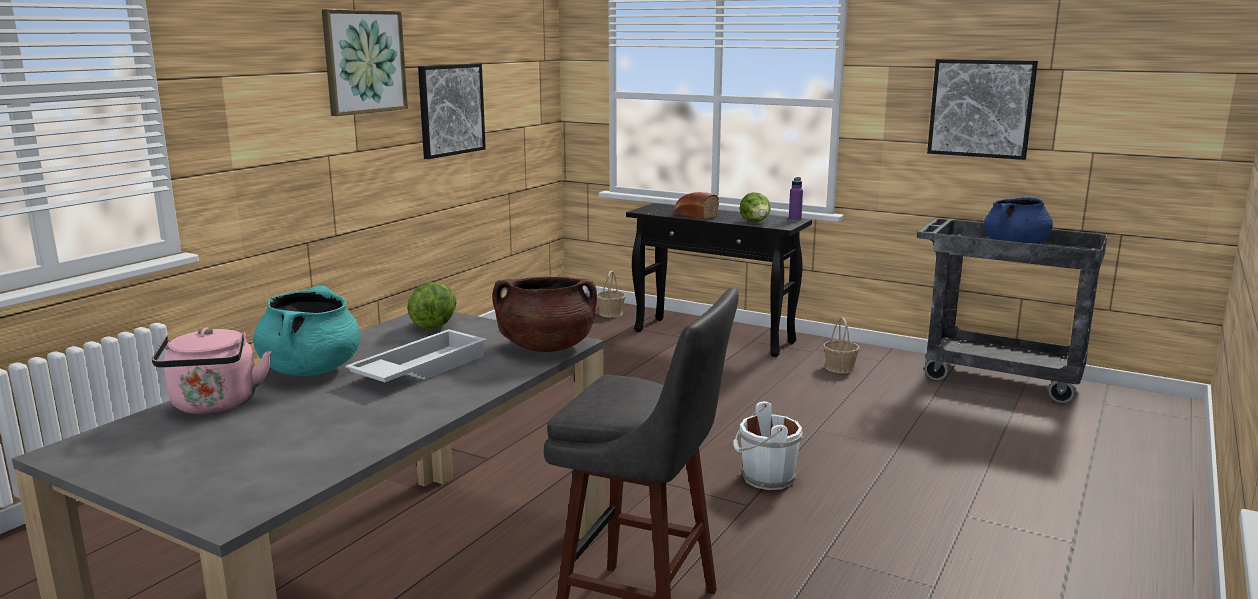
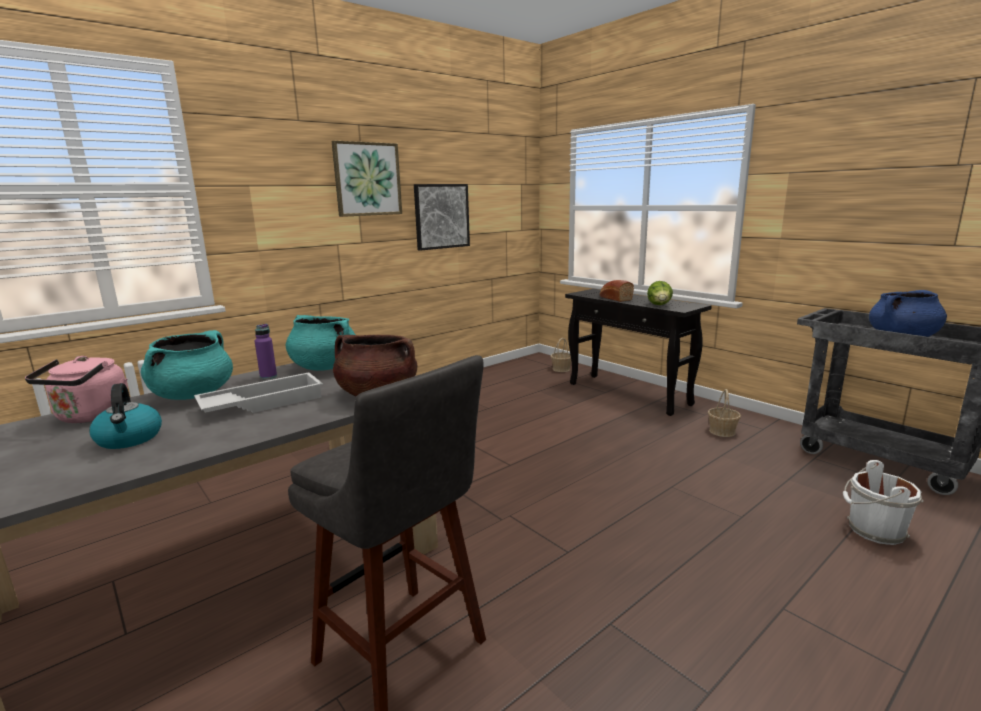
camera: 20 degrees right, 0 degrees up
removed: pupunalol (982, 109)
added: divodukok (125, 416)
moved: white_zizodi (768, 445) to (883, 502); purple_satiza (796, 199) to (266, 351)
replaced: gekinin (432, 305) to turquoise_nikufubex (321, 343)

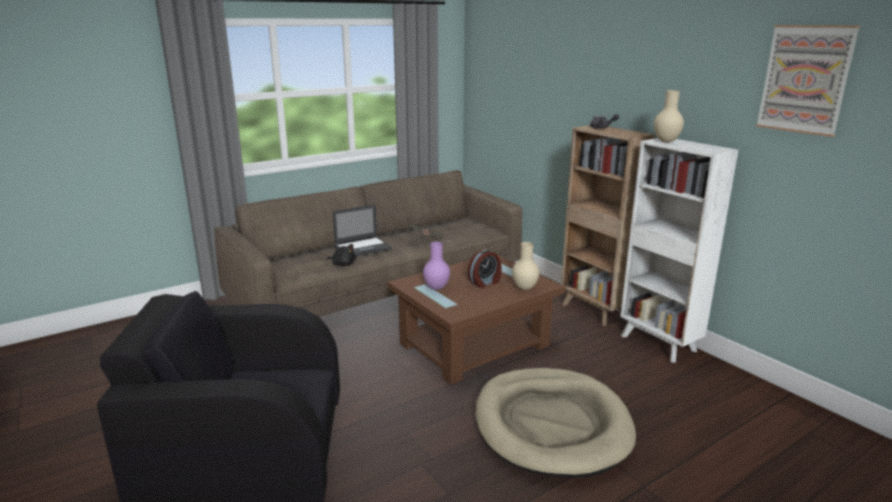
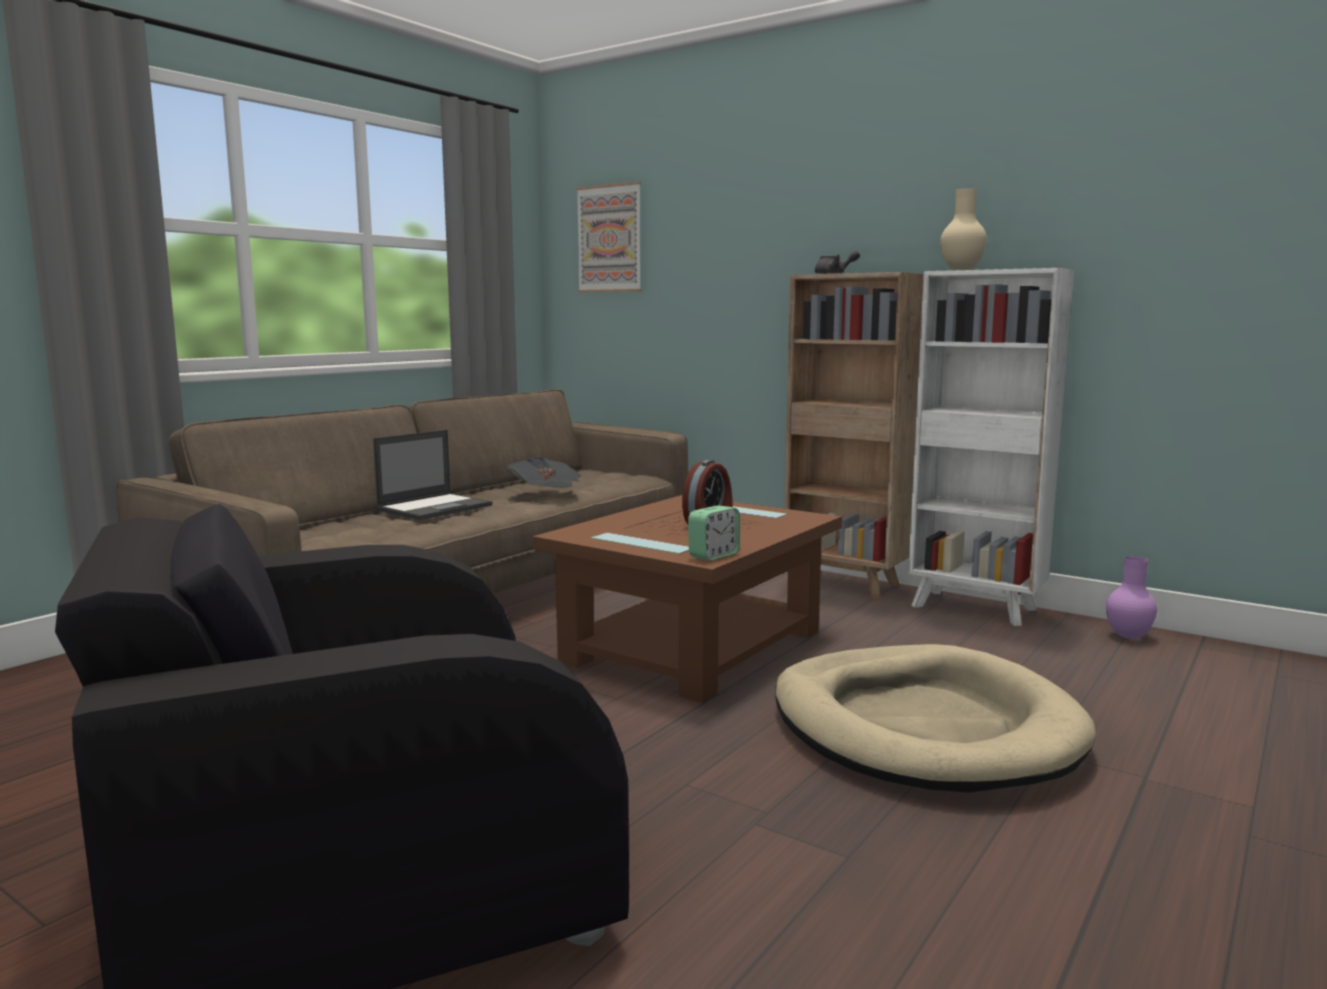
camera: 20 degrees left, 10 degrees down
removed: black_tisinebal (341, 255); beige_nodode (525, 266)
added: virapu (714, 533)
moved: purple_nodode (436, 266) to (1131, 597); pupunalol (808, 81) to (609, 237)

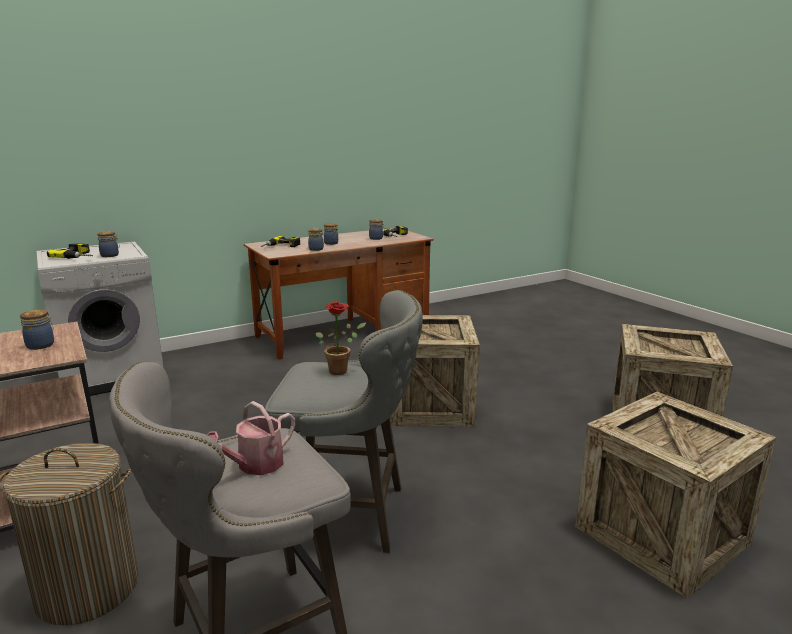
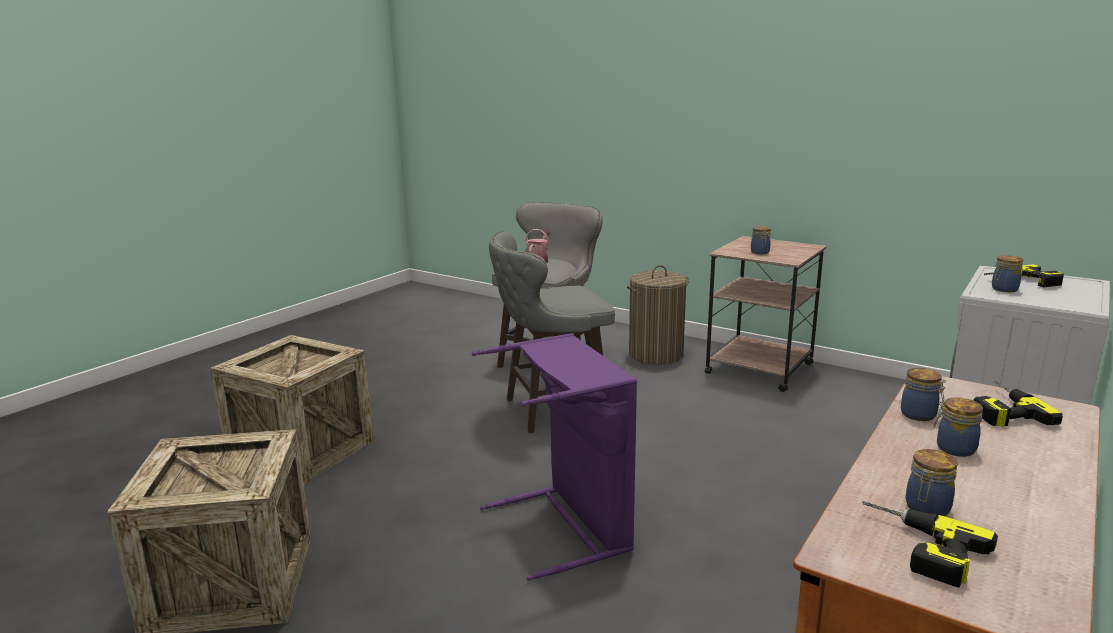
camera: 155 degrees right, 0 degrees up
removed: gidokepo (341, 338)
replaced: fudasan (435, 371) to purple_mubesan (554, 457)

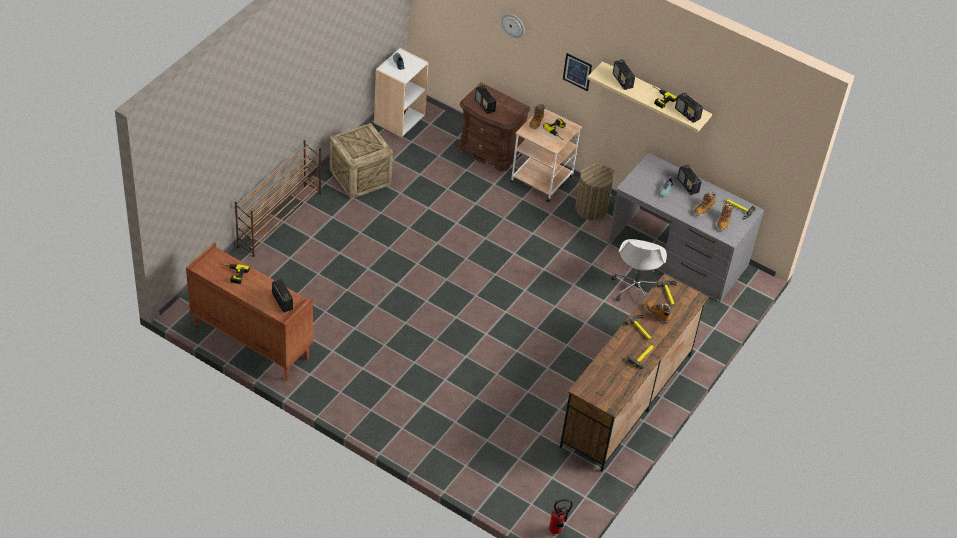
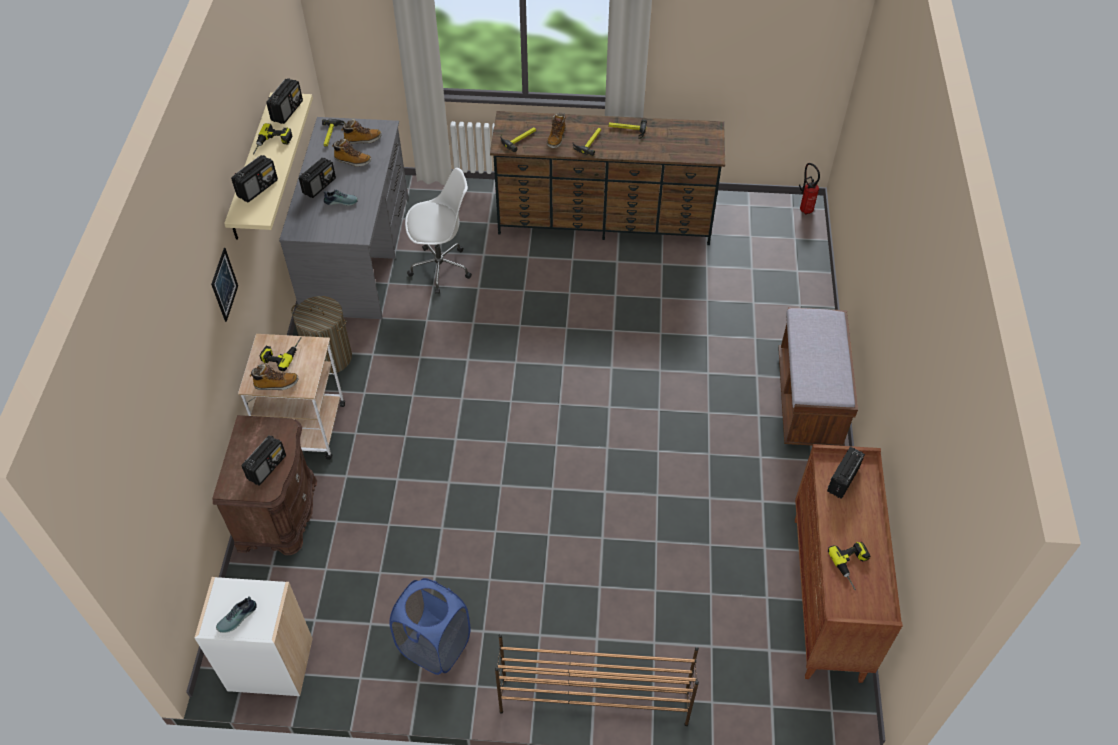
camera: 115 degrees left, 5 degrees up
removed: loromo (513, 25)
added: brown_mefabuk (818, 376)
replaced: fudasan (361, 161) to blue_mubesan (430, 626)

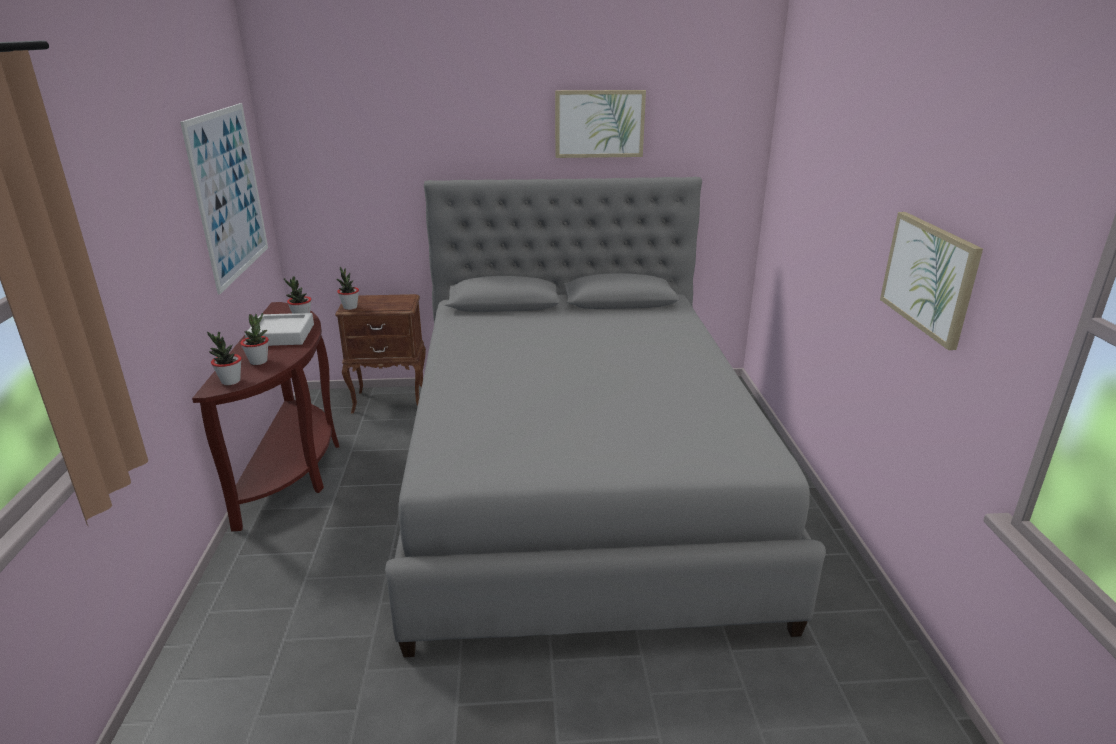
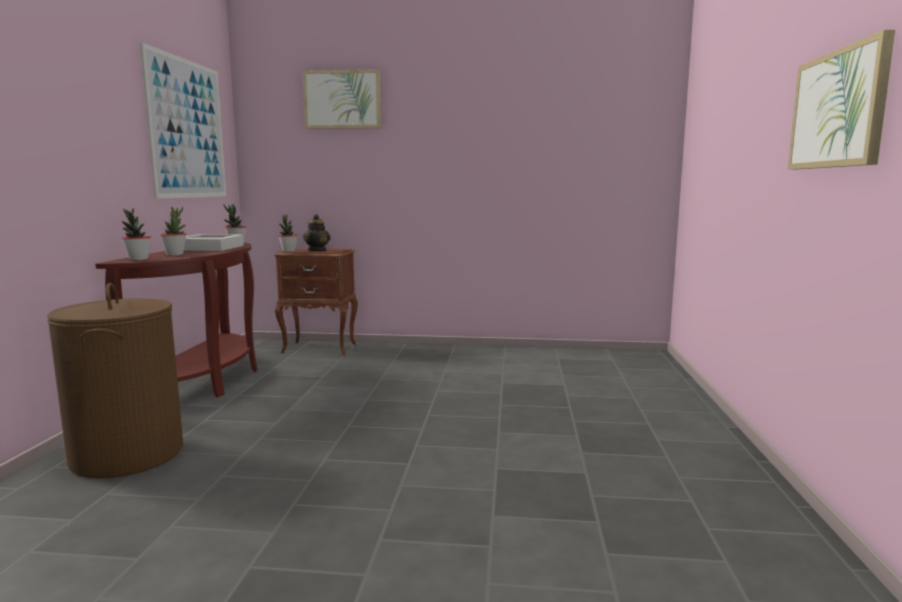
camera: 10 degrees right, 15 degrees down
removed: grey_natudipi (605, 417)
added: brown_mubesan (115, 381); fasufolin (317, 232)
moved: pupunalol (600, 124) to (341, 99)

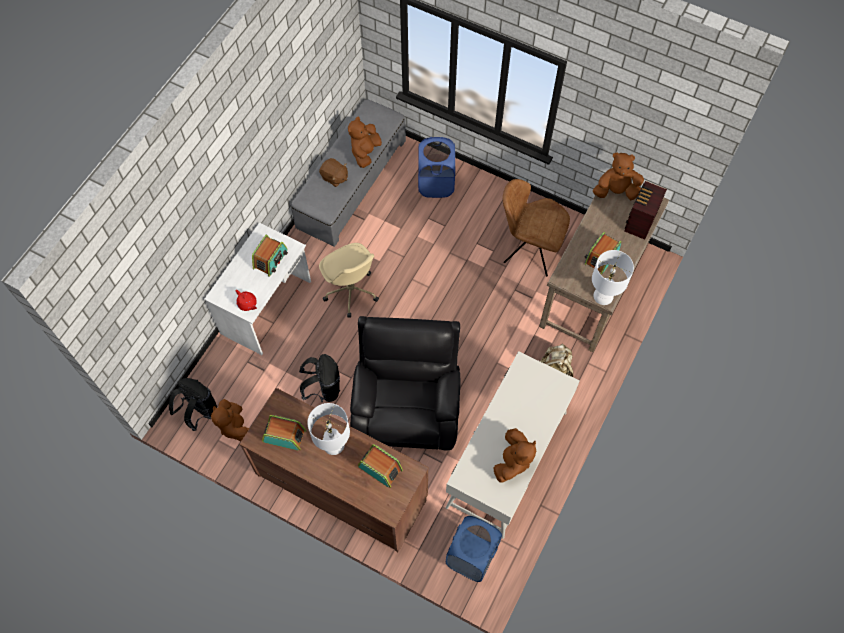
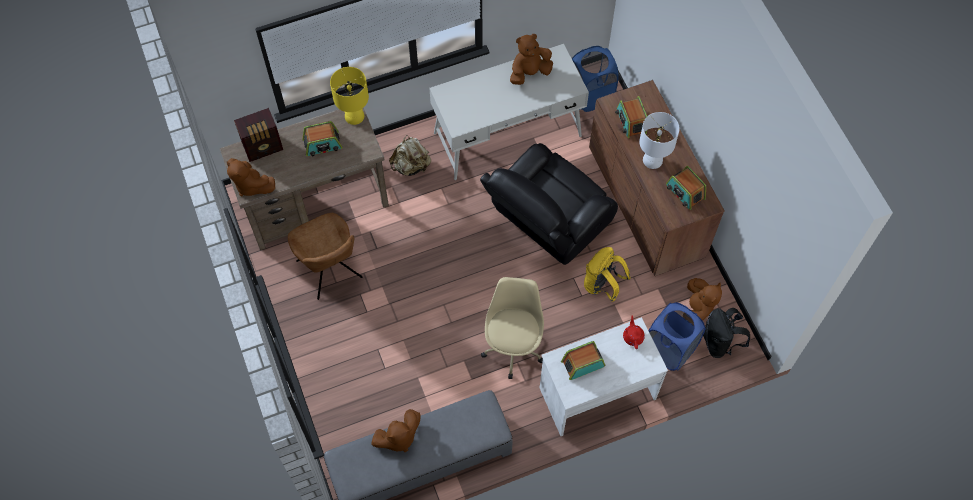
camera: 140 degrees left, 0 degrees up
removed: brown_tisinebal (333, 172)
moved: blue_mubesan (436, 167) to (677, 336)
recoloured: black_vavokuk (319, 378) to yellow_vavokuk (607, 274); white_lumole (613, 277) to yellow_lumole (349, 96)

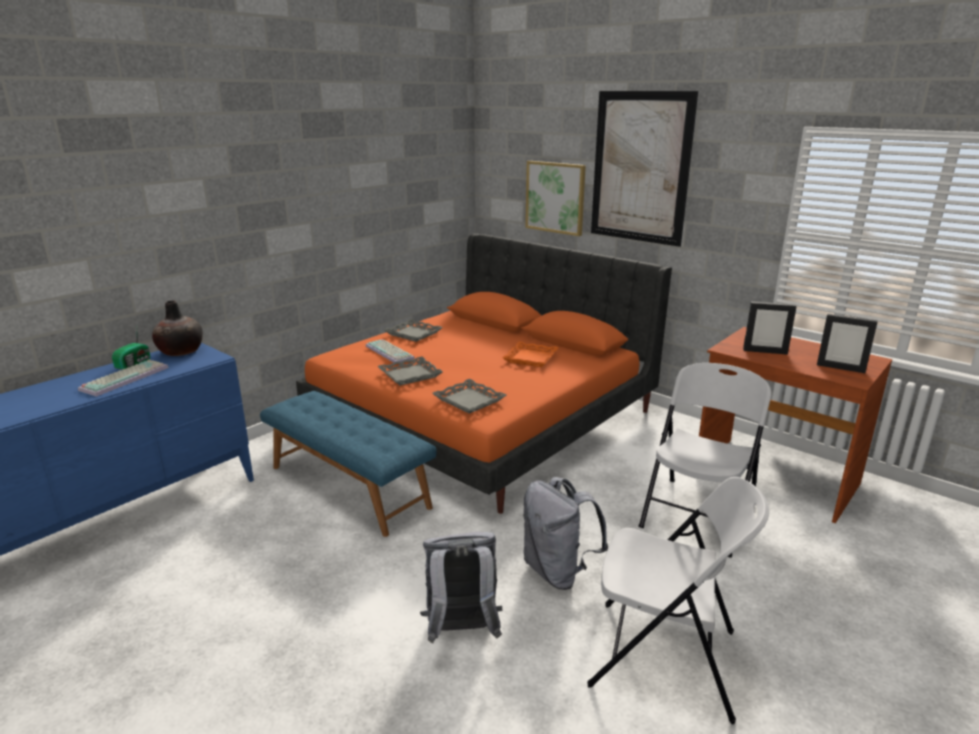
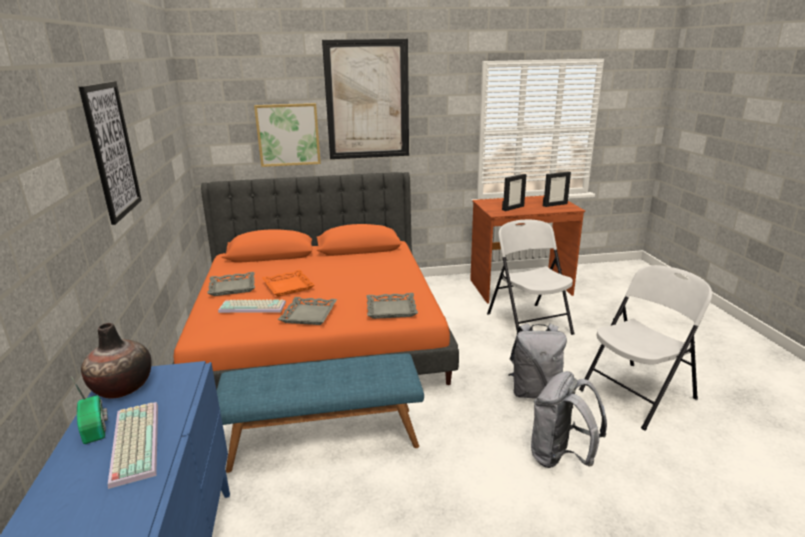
camera: 50 degrees left, 0 degrees up
added: pupunalol (110, 153)
moved: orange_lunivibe (530, 354) to (288, 283)

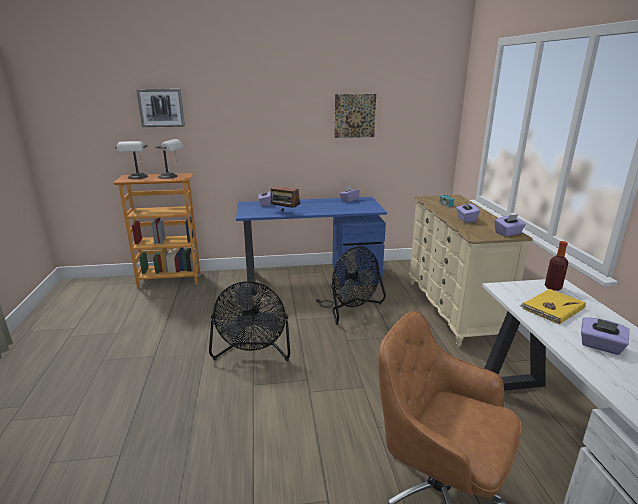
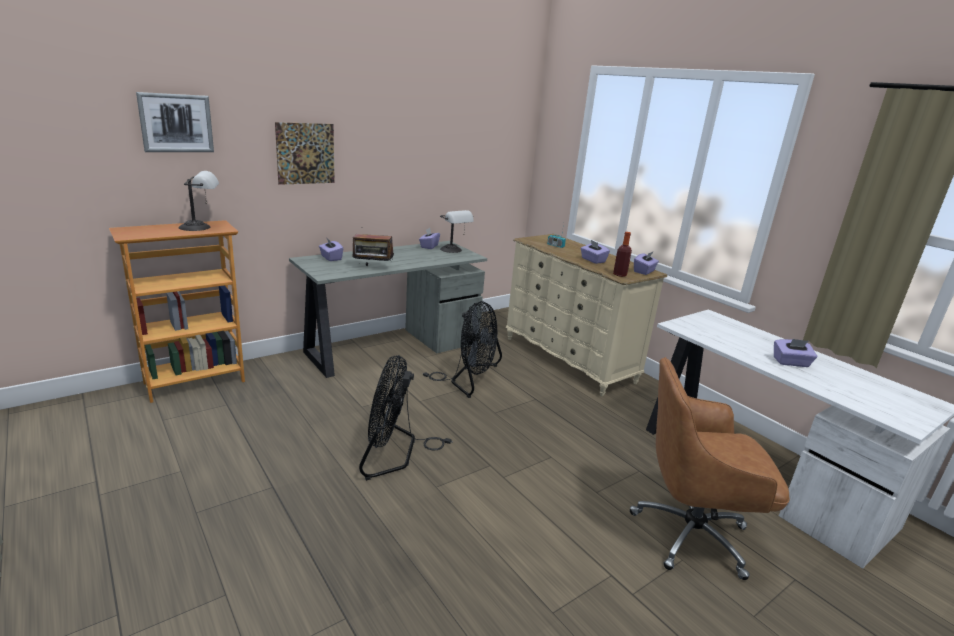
camera: 30 degrees left, 0 degrees up
removed: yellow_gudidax (553, 307)
moved: lumole (131, 160) to (457, 231); pupunalol (355, 116) to (305, 153); satiza (556, 266) to (622, 254)
recoloured: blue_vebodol (311, 241) to grey_vebodol (388, 309)
turned: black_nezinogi (249, 321) = (405, 418) 120 degrees clockwise

